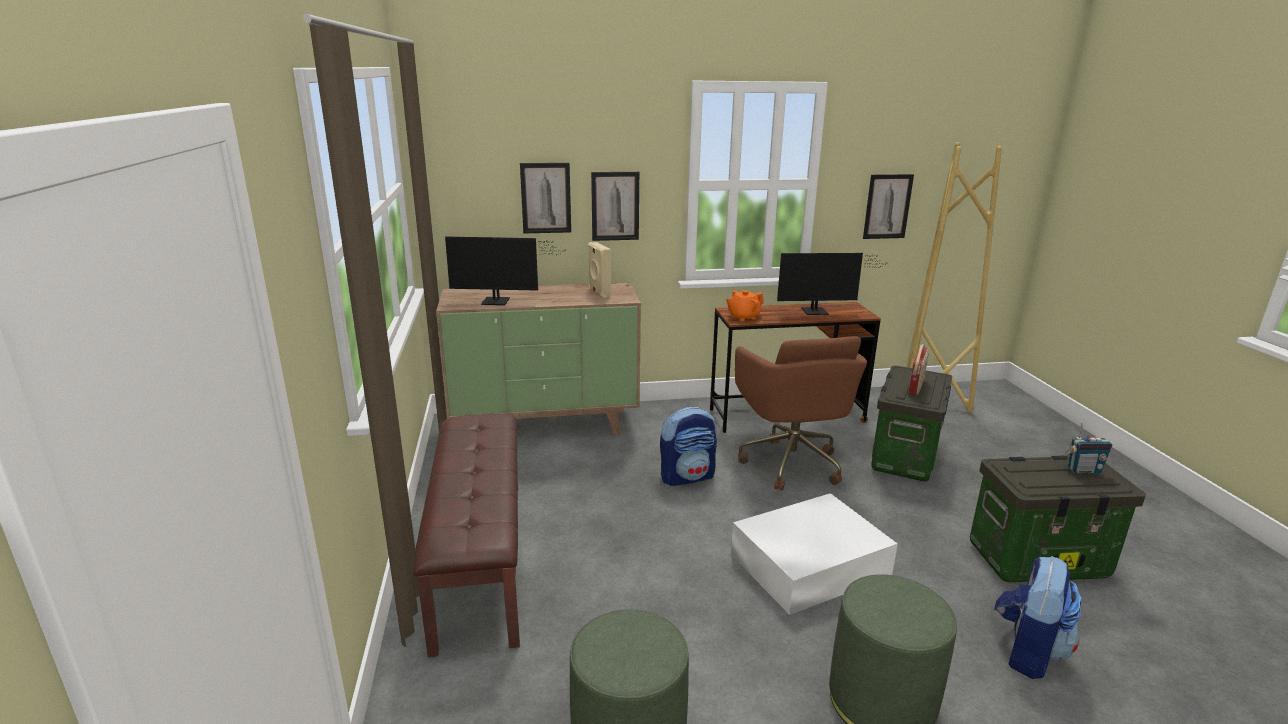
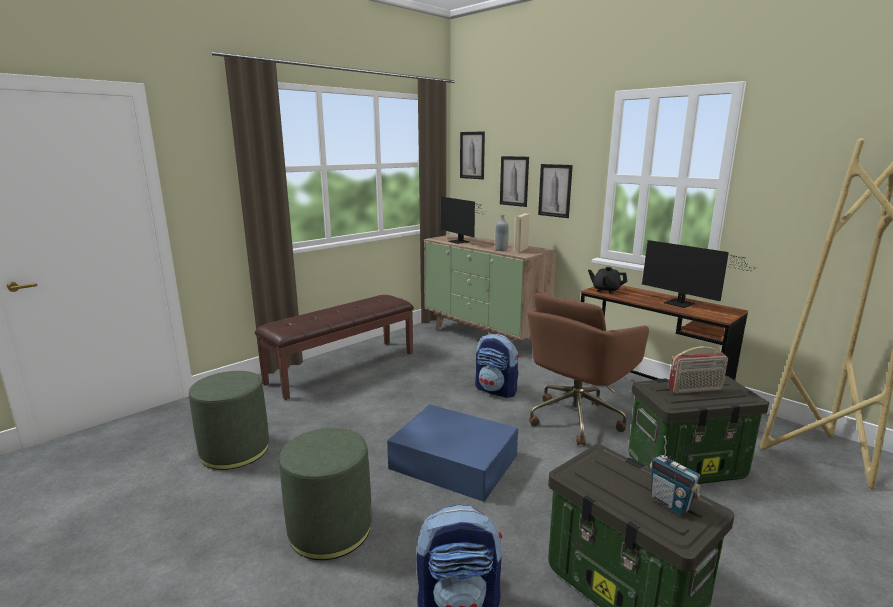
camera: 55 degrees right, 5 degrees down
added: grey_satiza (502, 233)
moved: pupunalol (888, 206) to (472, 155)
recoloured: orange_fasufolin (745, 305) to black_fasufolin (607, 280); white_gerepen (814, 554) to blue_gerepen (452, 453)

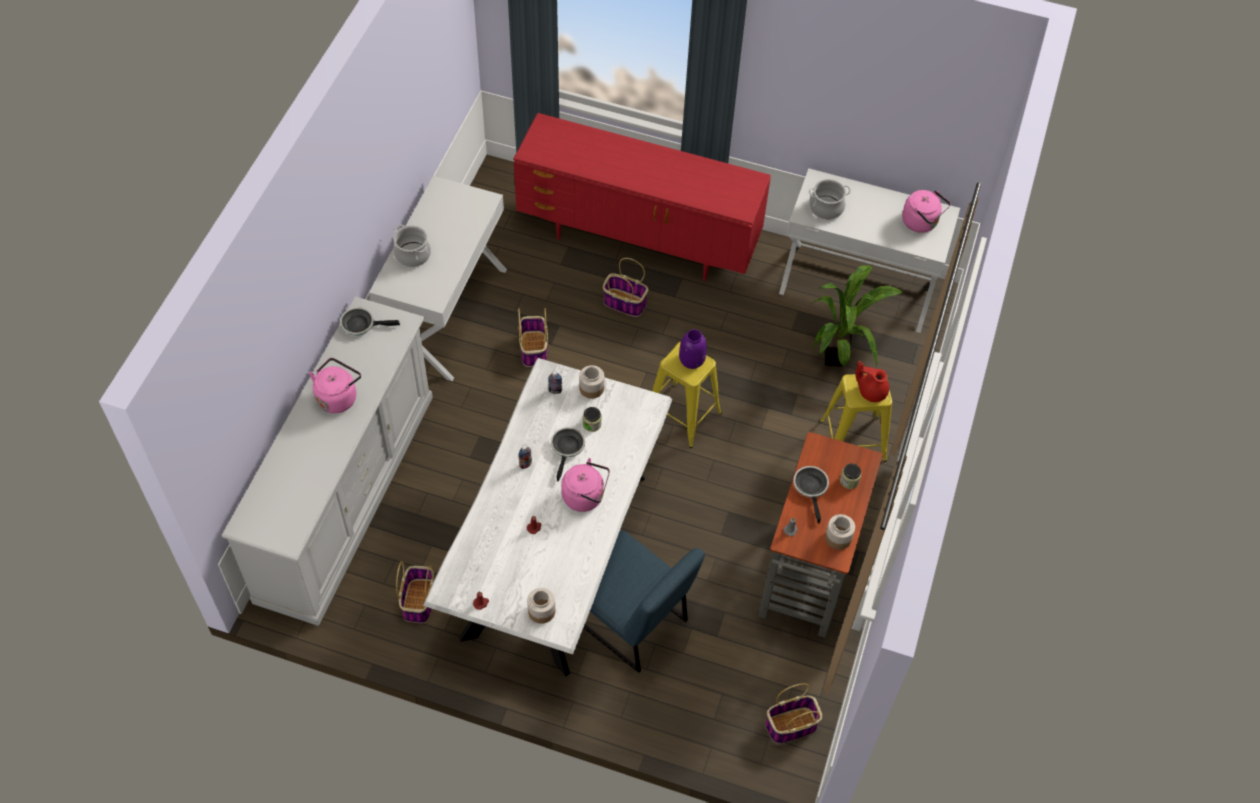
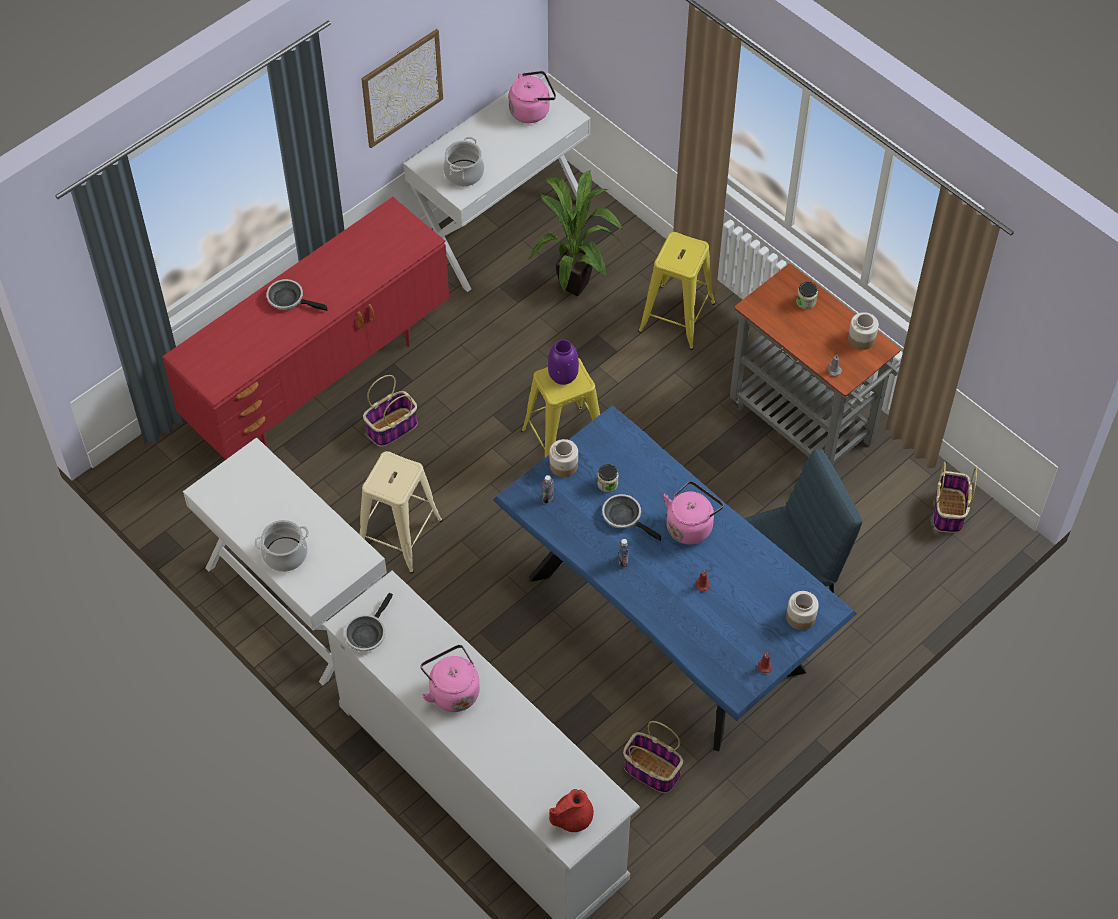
camera: 60 degrees left, 0 degrees up
added: pupunalol (402, 88)
moved: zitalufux (811, 495) to (297, 295); red_fasufolin (872, 381) to (571, 810)
replaced: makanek (533, 337) to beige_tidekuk (400, 512)
recoloured: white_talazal (548, 517) to blue_talazal (675, 578)

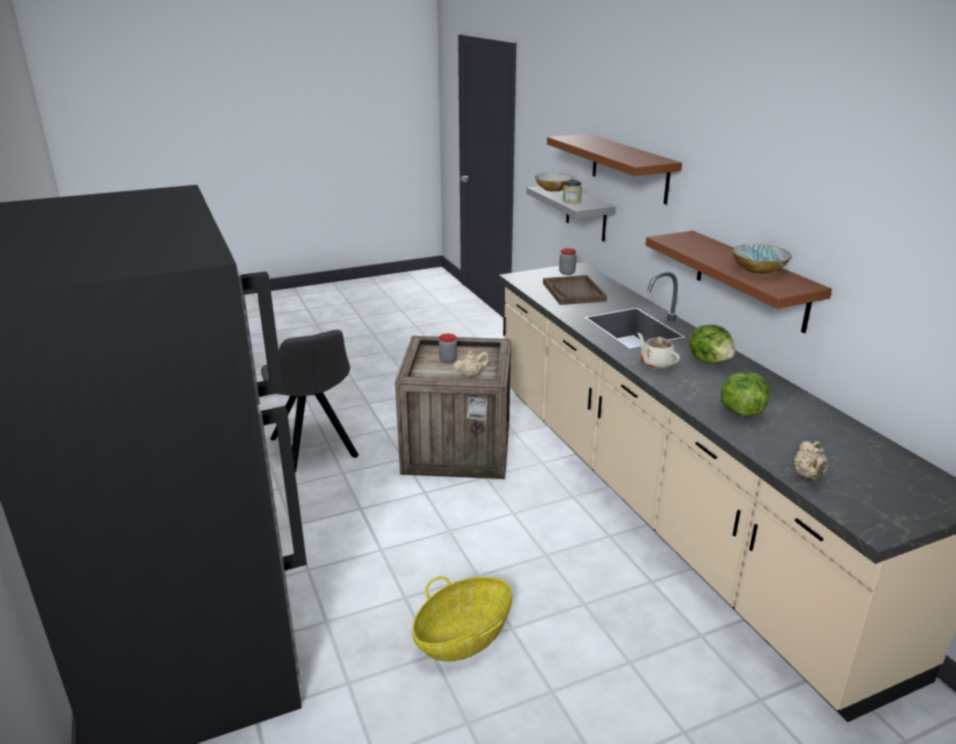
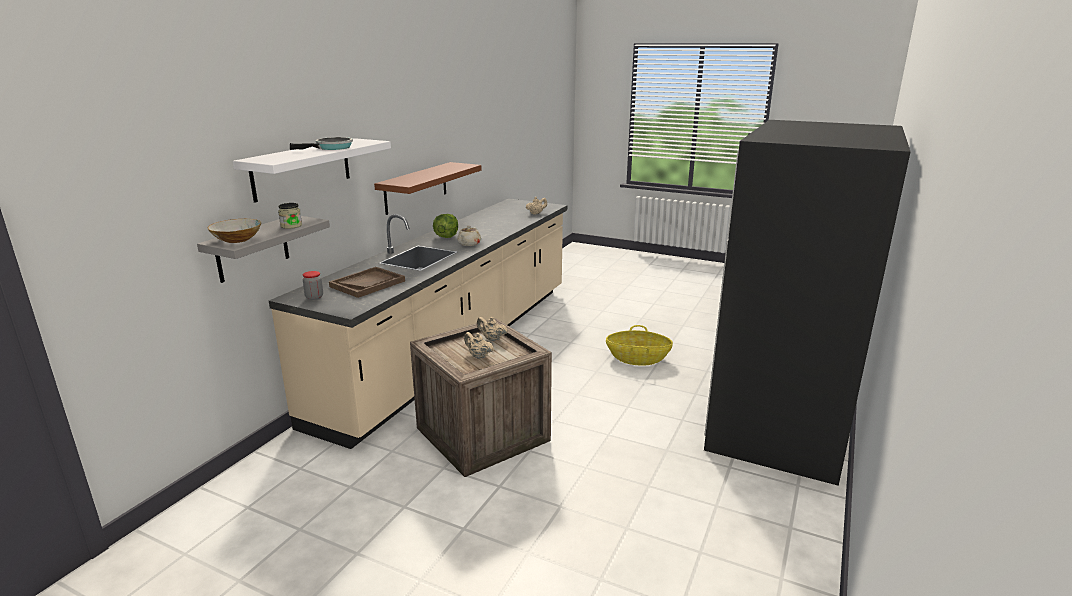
camera: 130 degrees left, 5 degrees down
removed: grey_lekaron (310, 401); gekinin (745, 394); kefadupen (762, 259)
added: zitalufux (321, 143)
replaced: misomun (448, 348) to beige_fasufolin (479, 345)
recoloured: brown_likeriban (614, 169) to white_likeriban (312, 170)

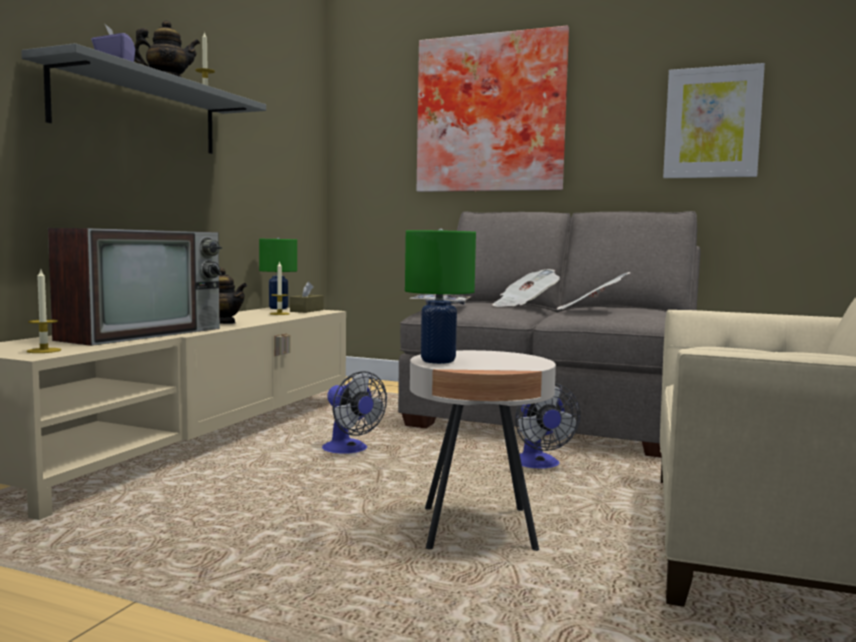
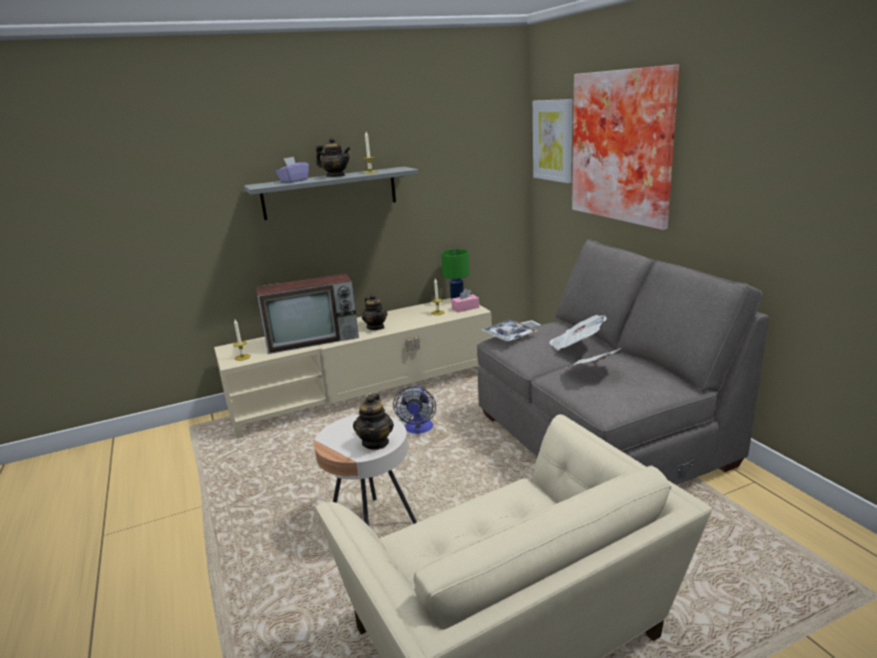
camera: 45 degrees right, 15 degrees up
removed: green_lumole (440, 296); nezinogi (547, 426)
added: fasufolin (373, 421)
moved: pupunalol (714, 120) to (552, 141)
recoloured: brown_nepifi (306, 297) to pink_nepifi (465, 300)

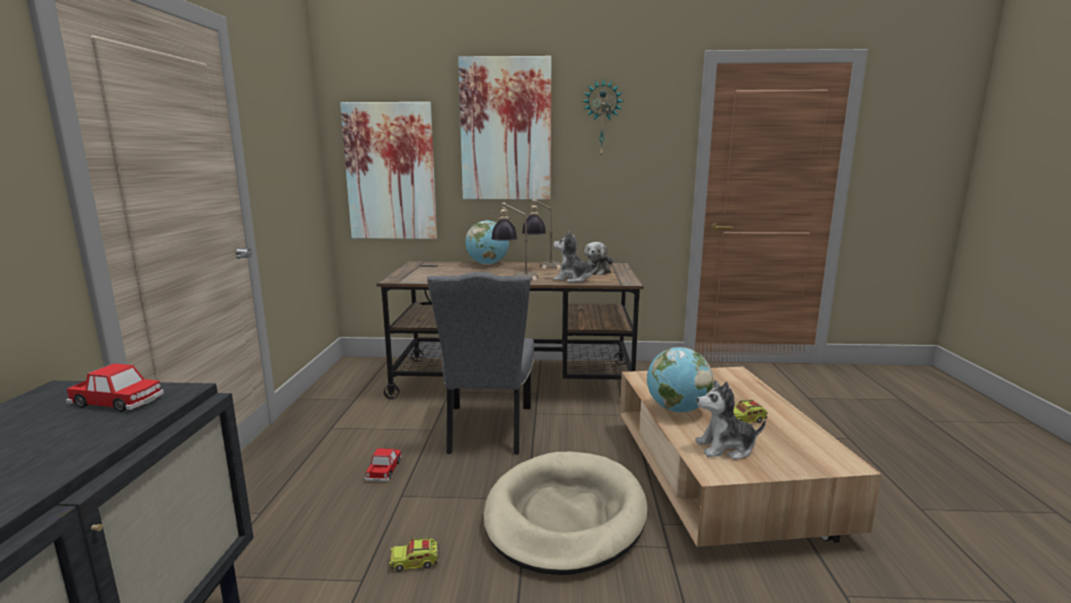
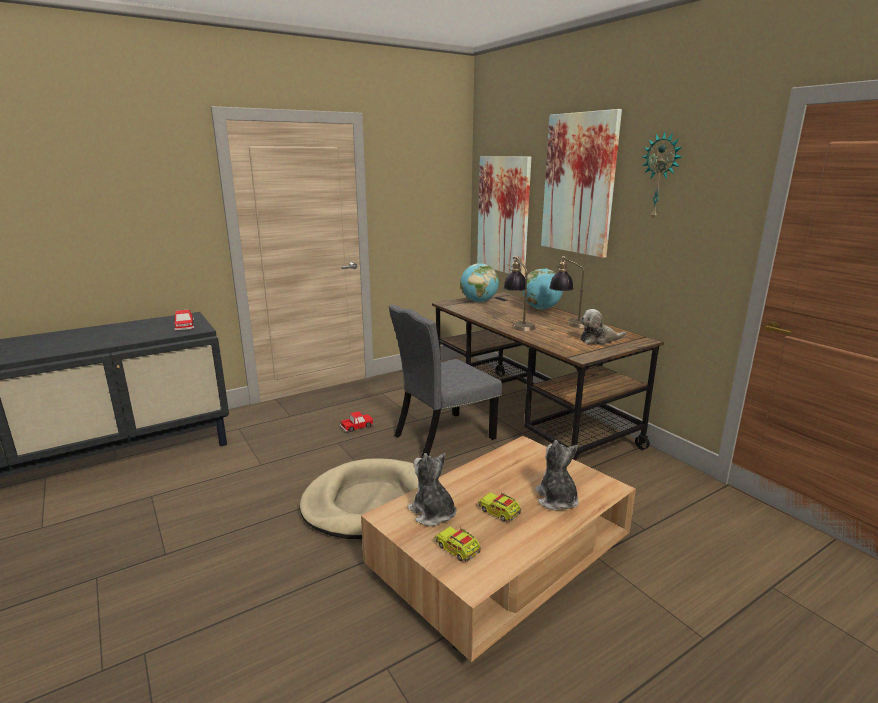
camera: 55 degrees right, 5 degrees up
moved: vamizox (414, 554) to (458, 544); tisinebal (576, 256) to (557, 475); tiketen (680, 379) to (479, 282)

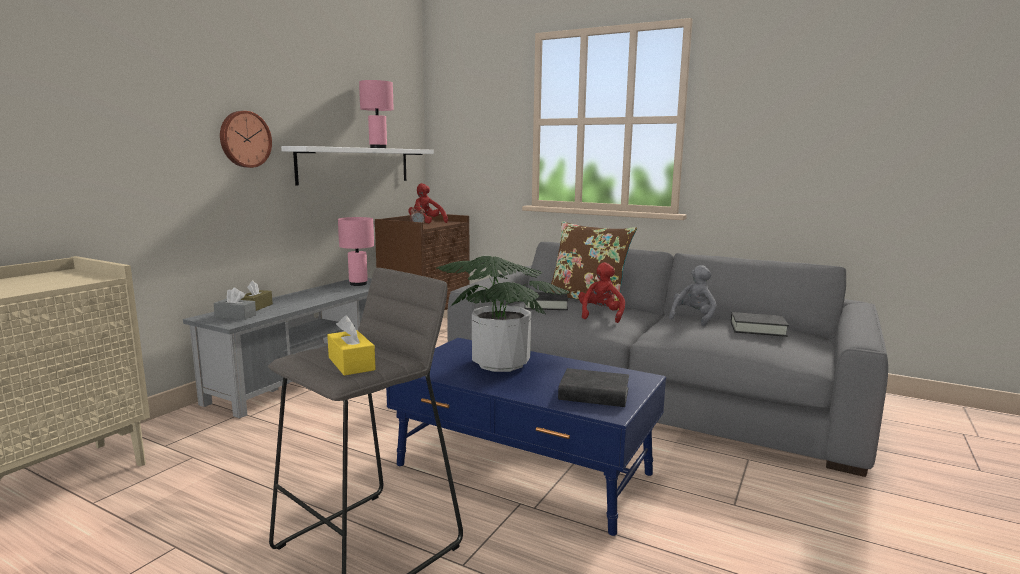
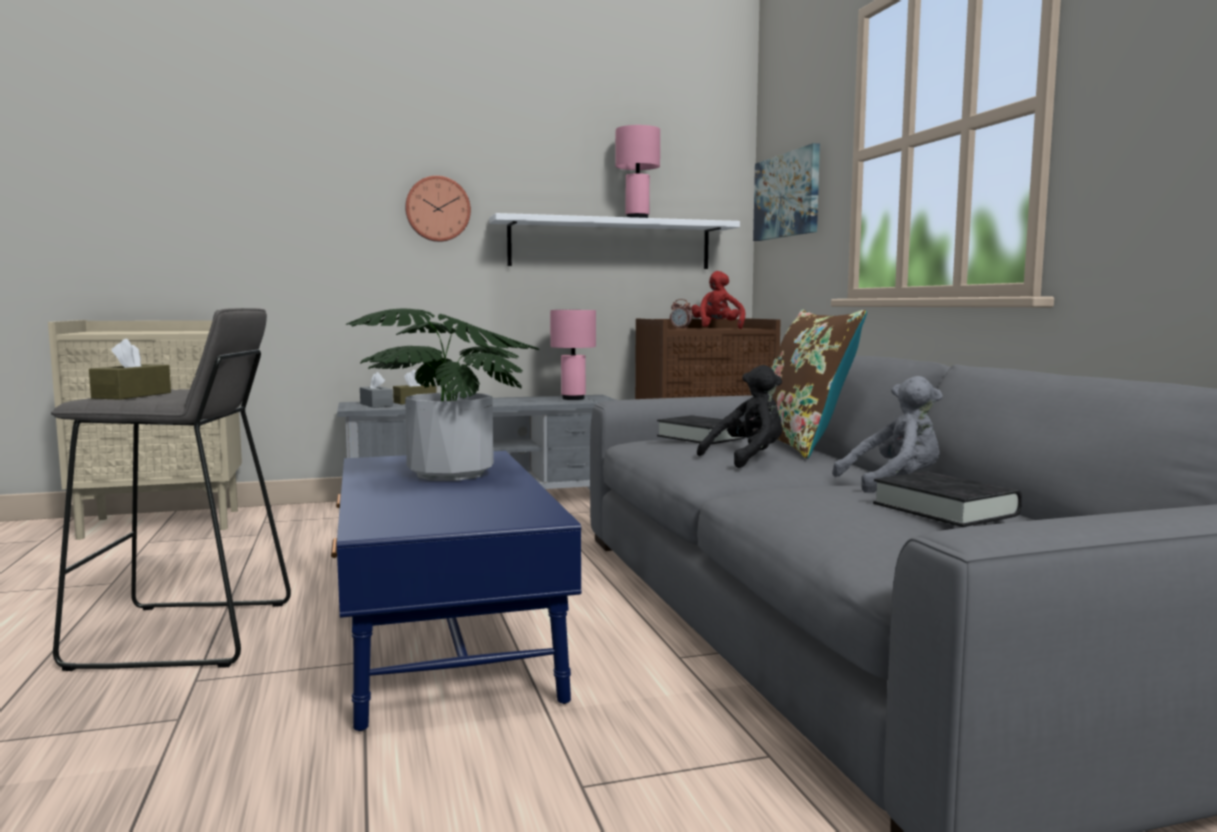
camera: 45 degrees right, 5 degrees down
removed: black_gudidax (593, 387)
added: pupunalol (786, 192)
recoloured: yellow_nepifi (351, 346) to brown_nepifi (130, 369); red_tisinebal (601, 292) to black_tisinebal (739, 416)

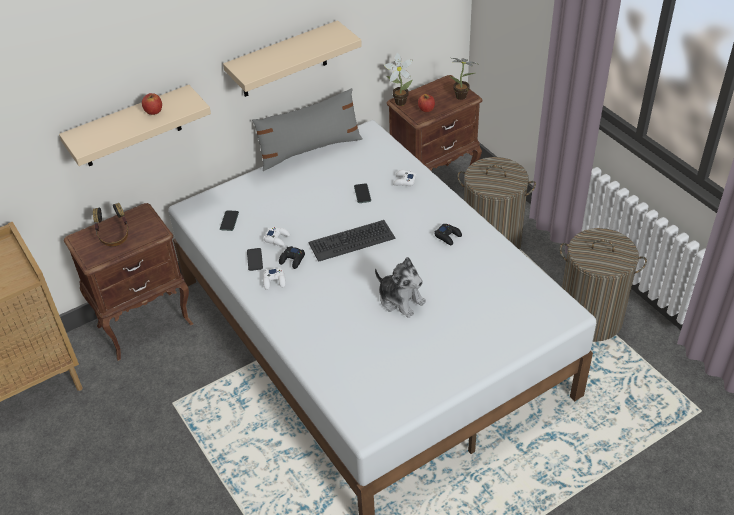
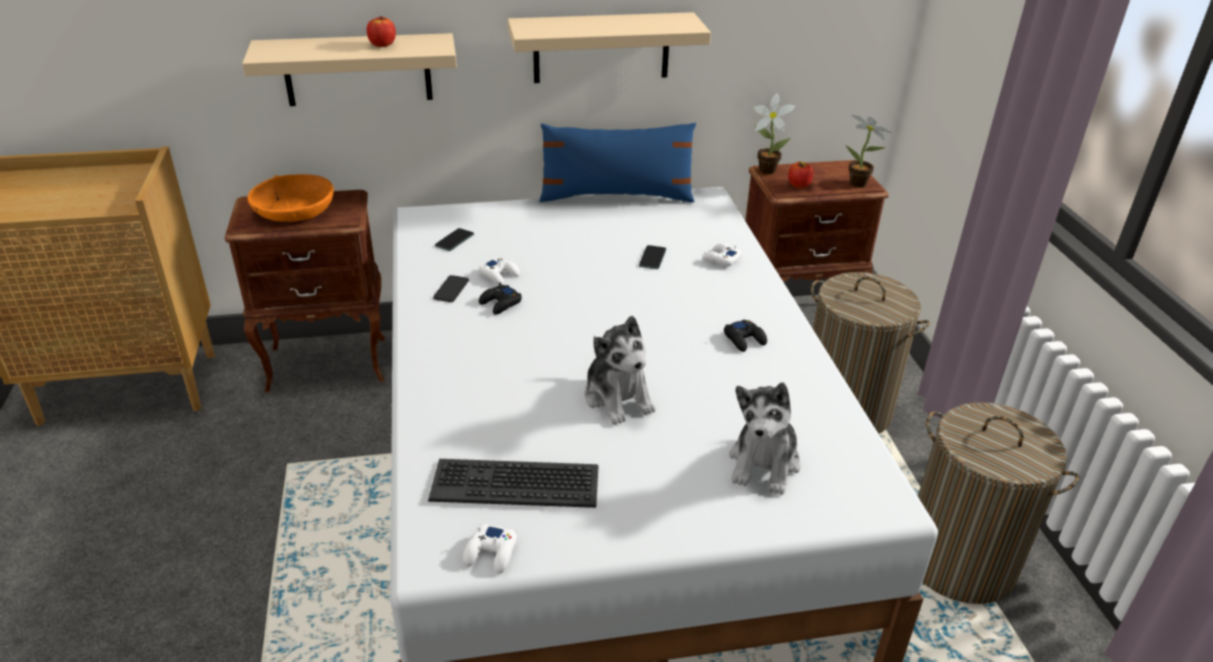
camera: 20 degrees right, 10 degrees down
added: tisinebal (765, 439)
moved: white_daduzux (274, 279) to (490, 548); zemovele (352, 241) to (513, 483)
replaced: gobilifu (111, 224) to orange_kefadupen (291, 198)
recoloured: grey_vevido (307, 129) to blue_vevido (617, 162)

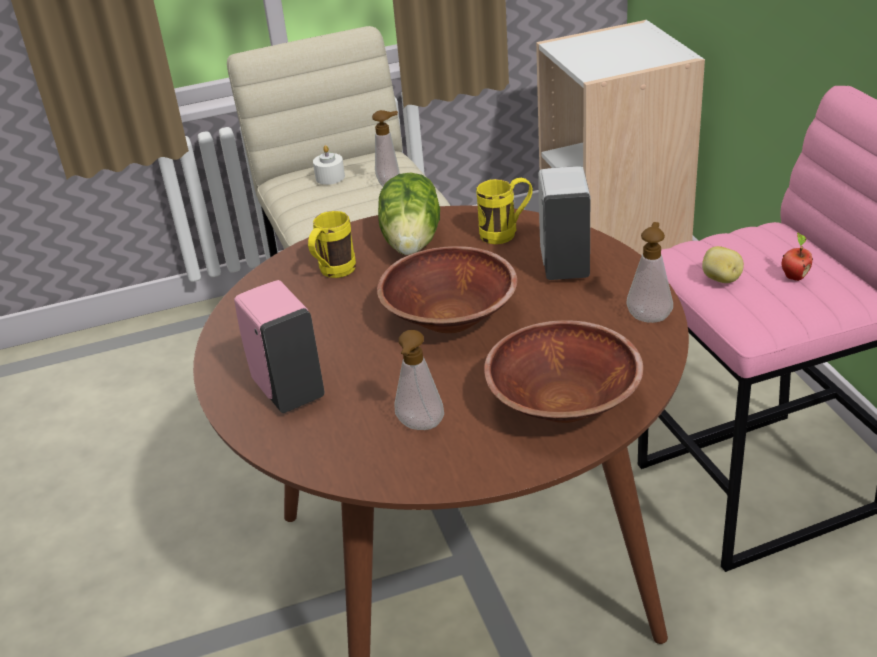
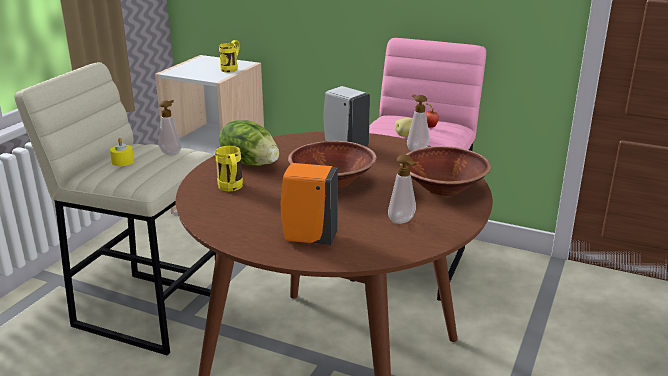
camera: 50 degrees left, 10 degrees down
moved: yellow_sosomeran (504, 211) to (229, 56)
recoloured: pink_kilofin (279, 346) to orange_kilofin (309, 204); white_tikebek (329, 165) to yellow_tikebek (122, 152)

